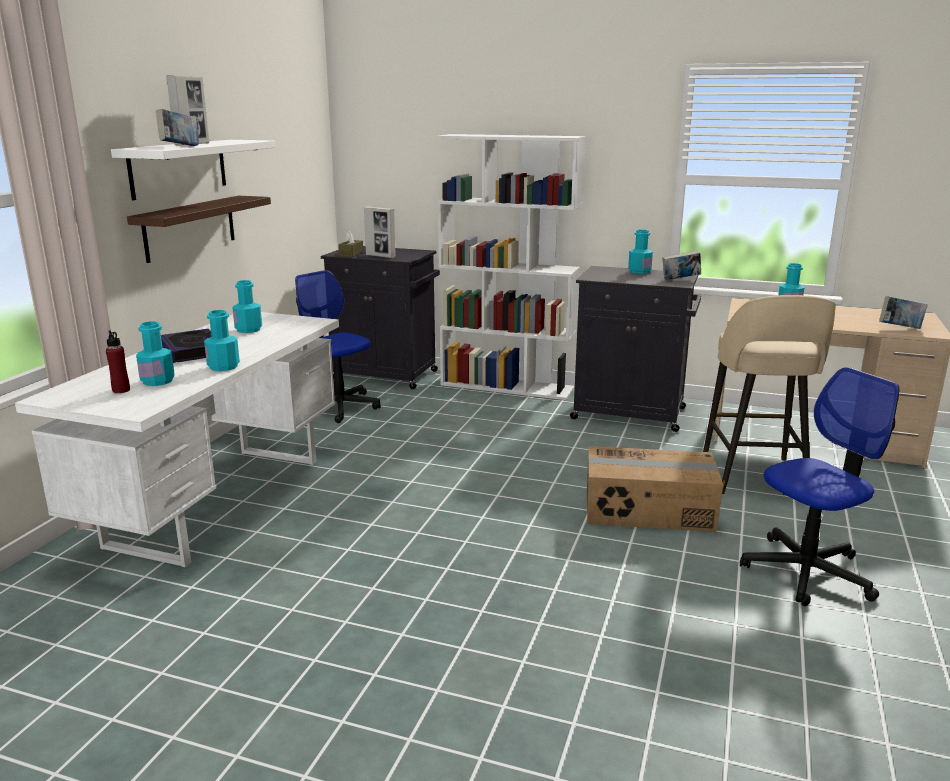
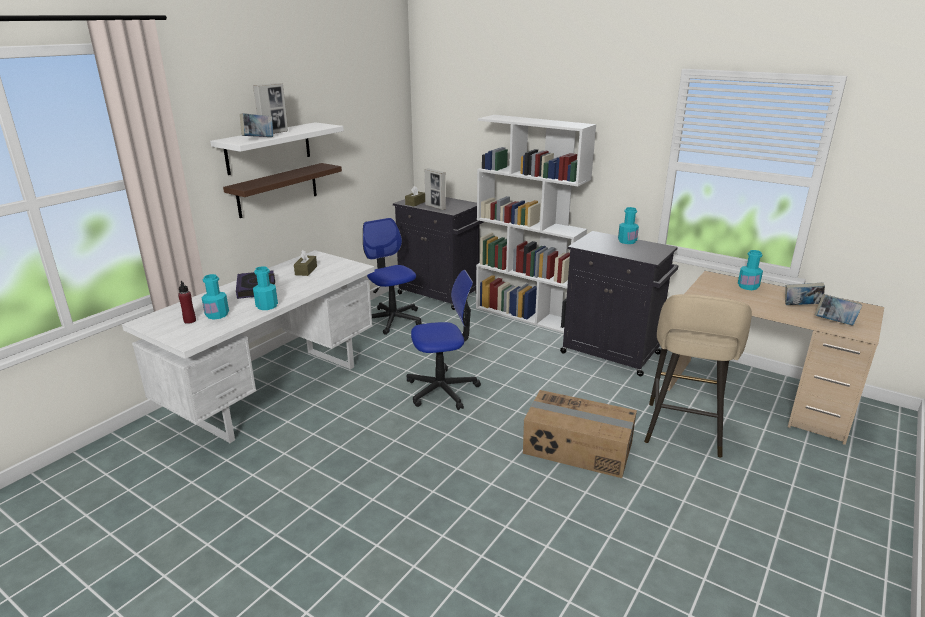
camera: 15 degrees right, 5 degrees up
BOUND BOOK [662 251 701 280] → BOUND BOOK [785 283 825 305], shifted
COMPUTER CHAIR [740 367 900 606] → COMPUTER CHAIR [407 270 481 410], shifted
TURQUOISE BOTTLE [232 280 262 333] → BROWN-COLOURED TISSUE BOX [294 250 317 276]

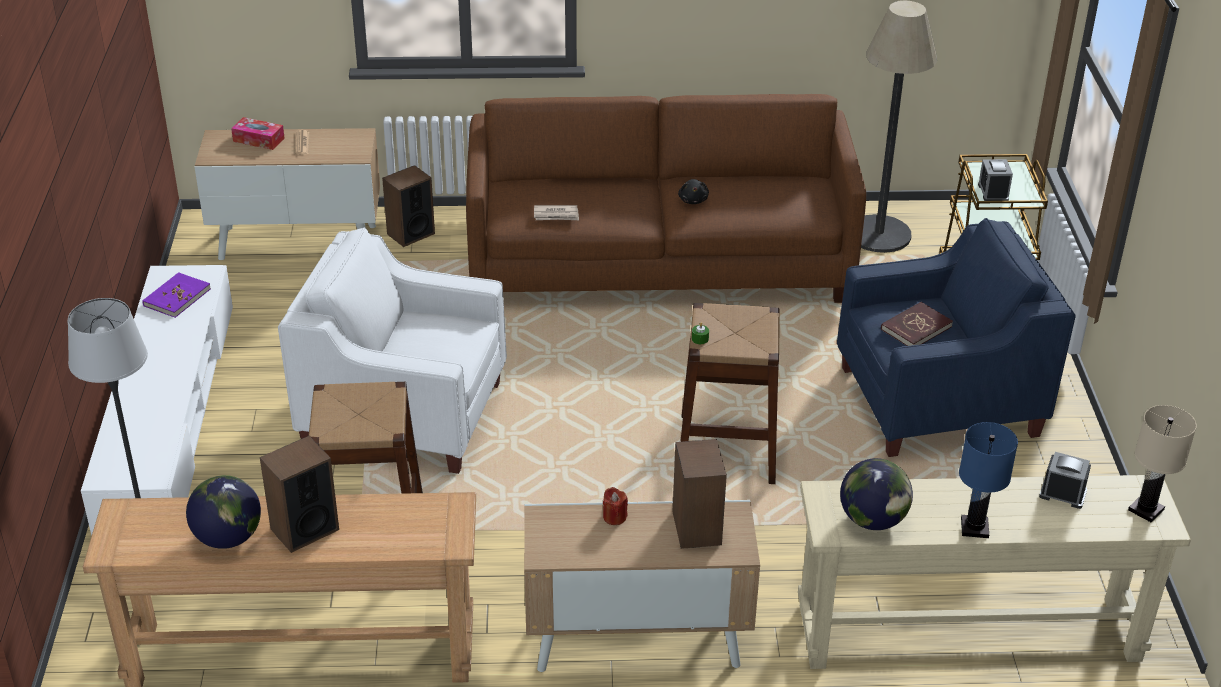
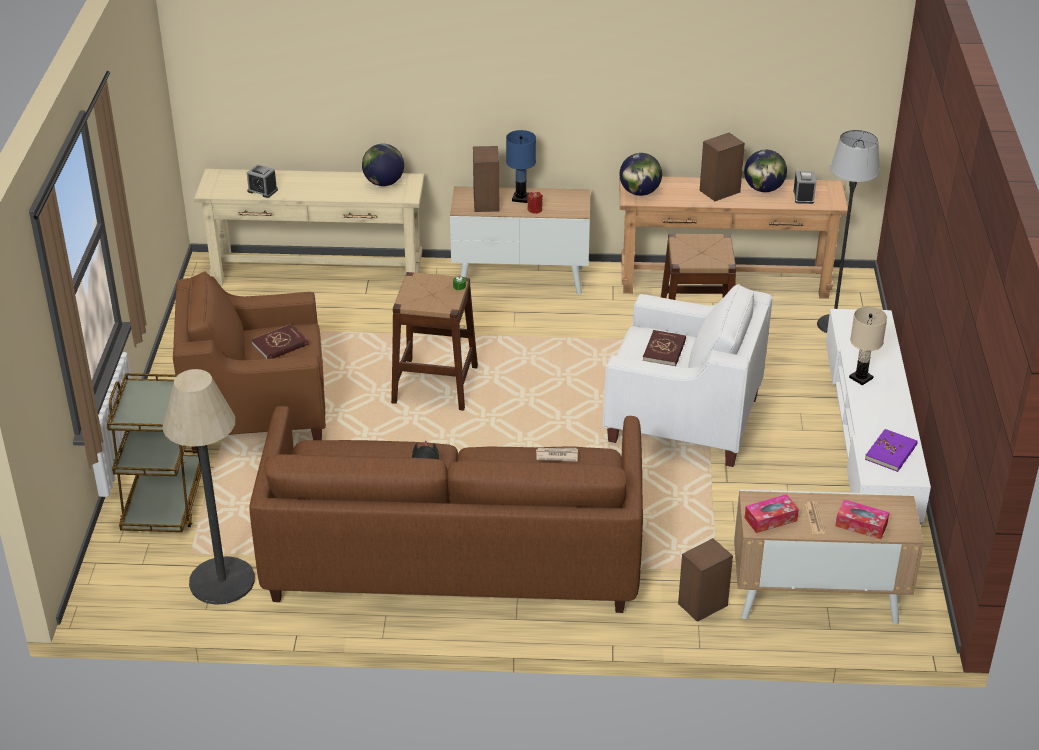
camera: 175 degrees left, 0 degrees up
- → GLOBE [619 153 662 196]
- → RED BOUND BOOK [643 330 686 366]
- → TISSUE BOX [745 494 799 533]
BLUE TABLETOP LAMP [959 422 1018 538] → BLUE TABLETOP LAMP [506 130 536 203], shifted
TABLE CLOCK [978 159 1013 201] → TABLE CLOCK [793 171 816 204], shifted
BEIGE TABLETOP LAMP [1128 405 1197 522] → BEIGE TABLETOP LAMP [849 307 887 385], shifted
BLUE LOUNGE CHAIR [837 218 1076 457] → BROWN-COLOURED LOUNGE CHAIR [173 271 326 453]

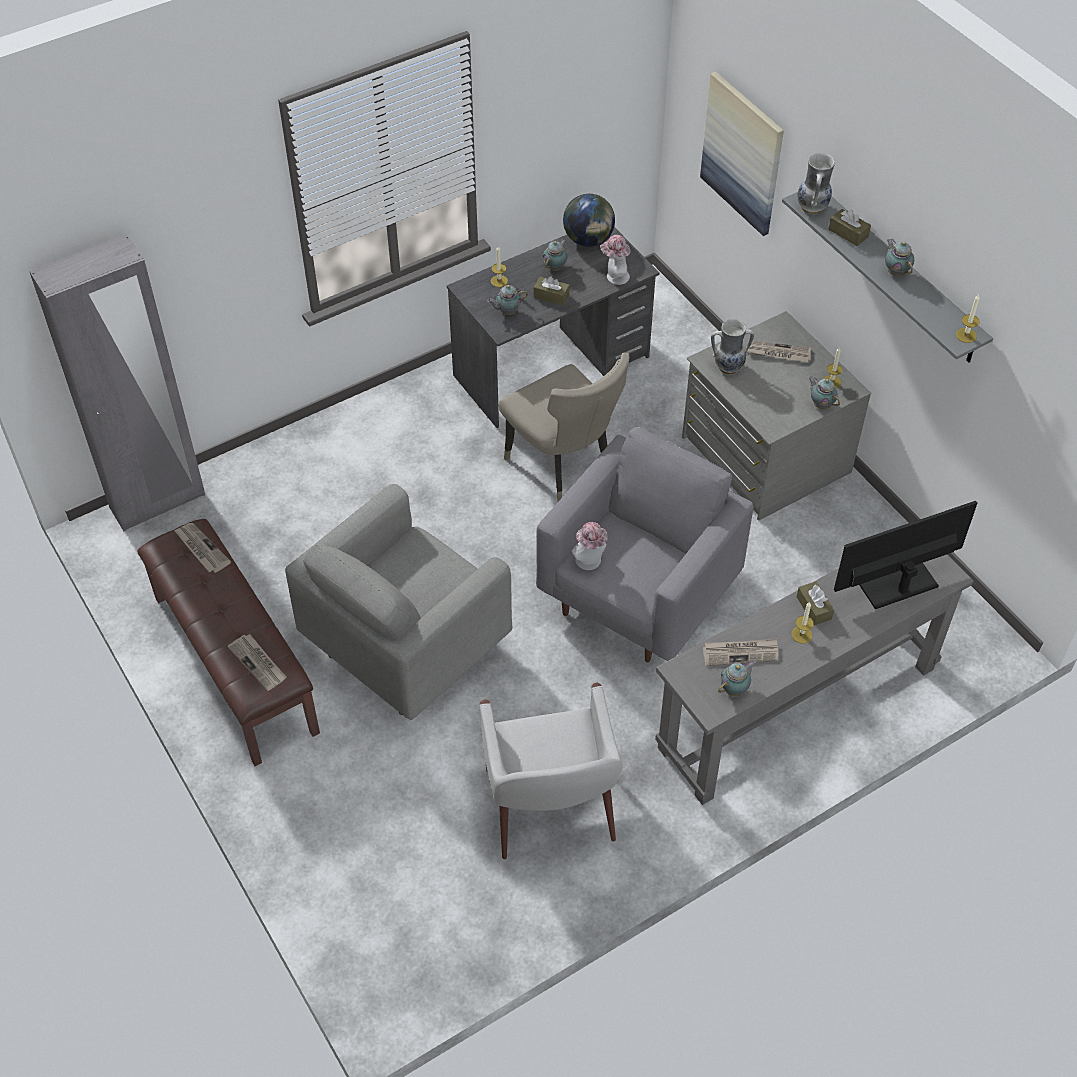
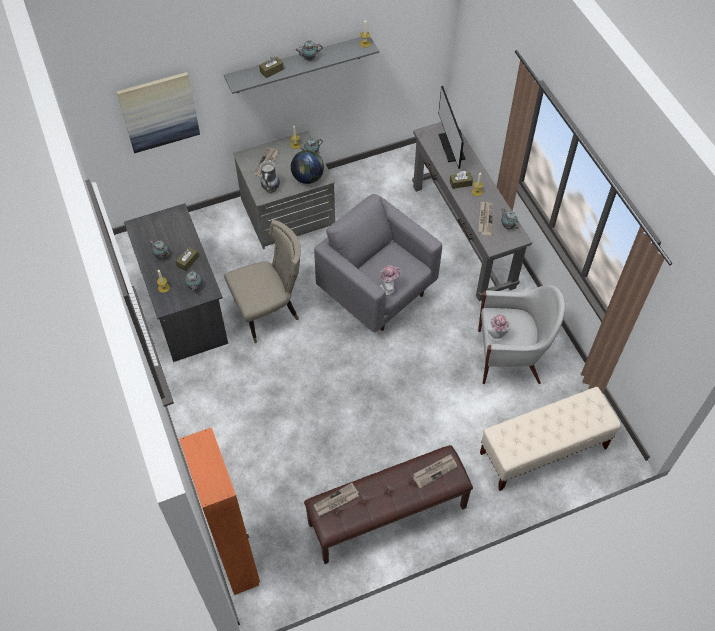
camera: 80 degrees left, 5 degrees up
GRAY LOUNGE CHAIR [285 484 512 720] → -
FLOWER VASE [797 153 835 214] → -
- → BEIGE INDOOR BENCH [480 387 621 491]
GLOBE [563 194 615 247] → GLOBE [291 150 324 184], shifted
CLOTHING HAT [600 235 631 285] → CLOTHING HAT [487 314 510 342], shifted
GRAY CLOTHES CUPBOARD [29 234 205 531] → ORANGE-COLOURED CLOTHES CUPBOARD [179 428 260 595]

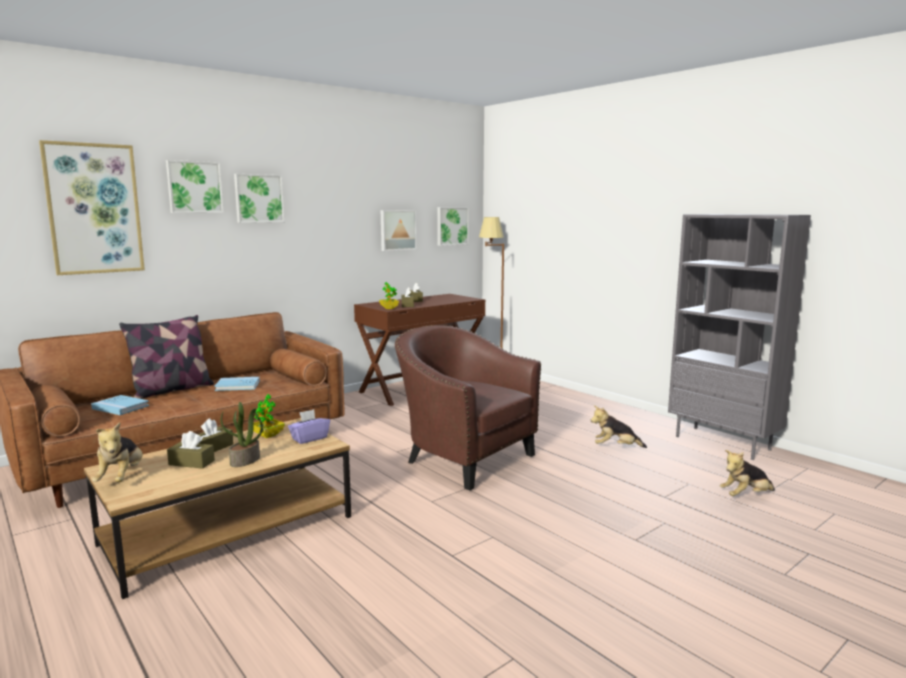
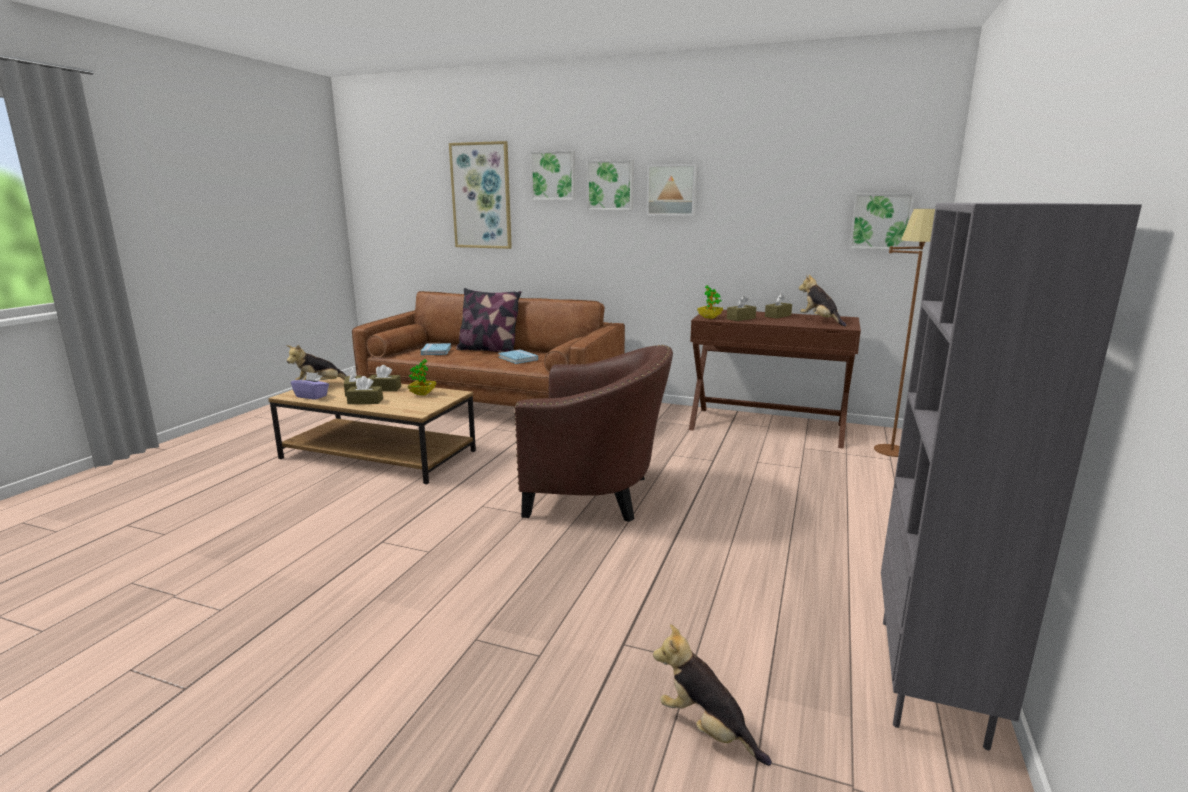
camera: 60 degrees right, 5 degrees up
PURPLE-COLOURED TISSUE BOX [288 409 330 444] → PURPLE-COLOURED TISSUE BOX [291 372 329 400], shifted
WALL ART [381 210 417 251] → WALL ART [646 164 697 216], shifted
SOFT TOY [591 405 647 448] → SOFT TOY [799 275 847 327], shifted
HOUSEPLANT [221 402 263 467] → BROWN-COLOURED TISSUE BOX [346 376 383 404]
BROWN-COLOURED LOUNGE CHAIR [395 325 541 491] → BROWN-COLOURED LOUNGE CHAIR [514 345 673 522], 90 degrees clockwise

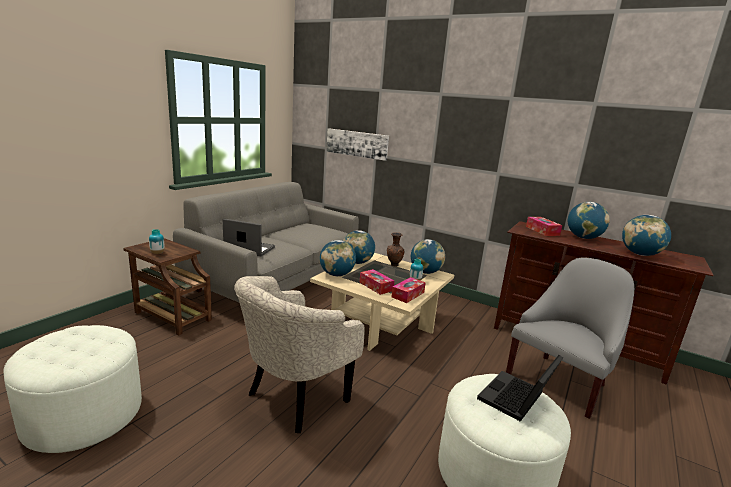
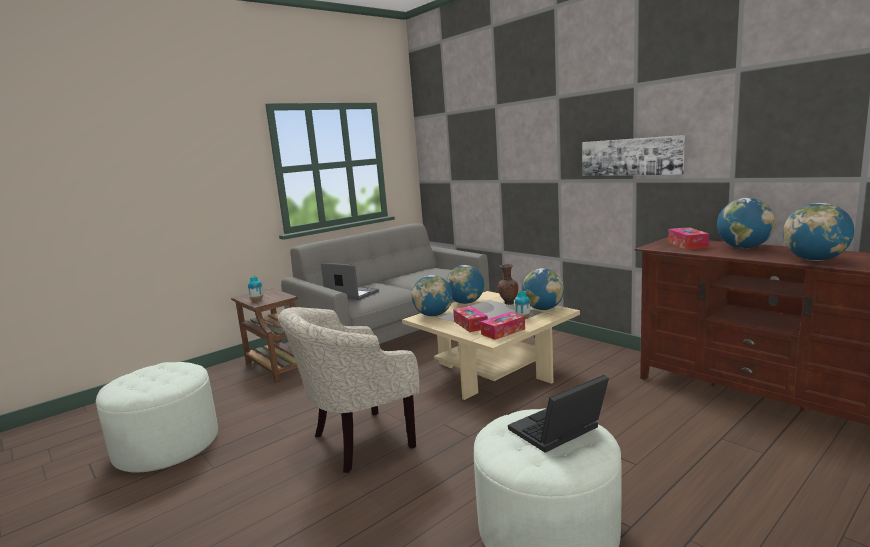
camera: 20 degrees right, 5 degrees down
GRAY LOUNGE CHAIR [506 257 634 419] → -
WALL ART [326 128 389 161] → WALL ART [582 135 685 176], shifted

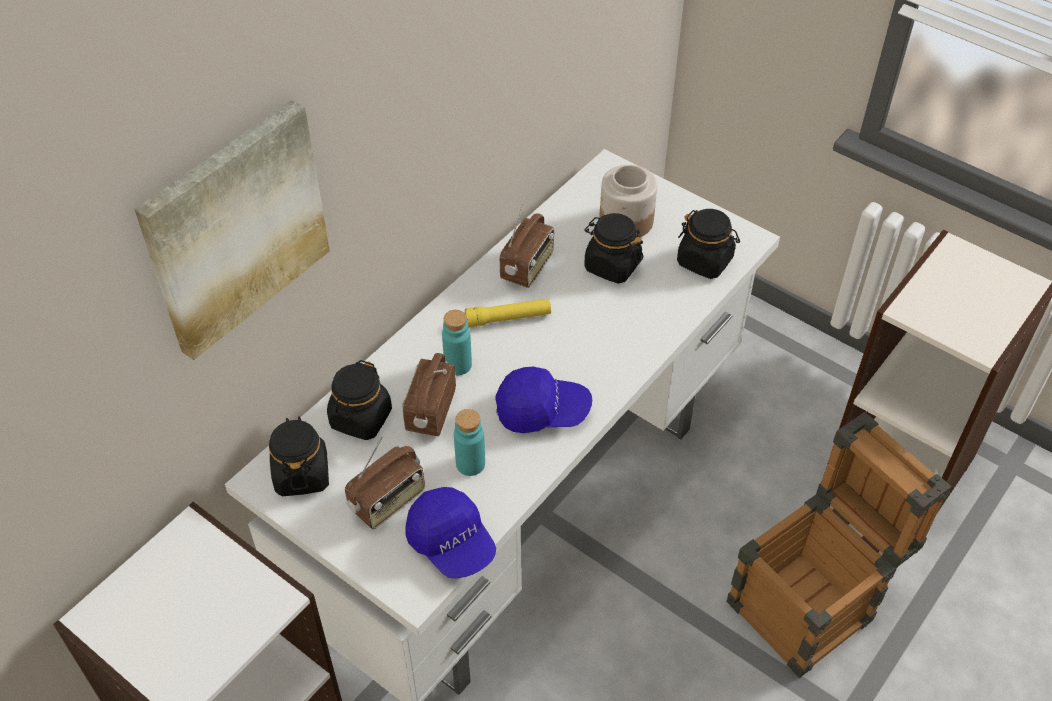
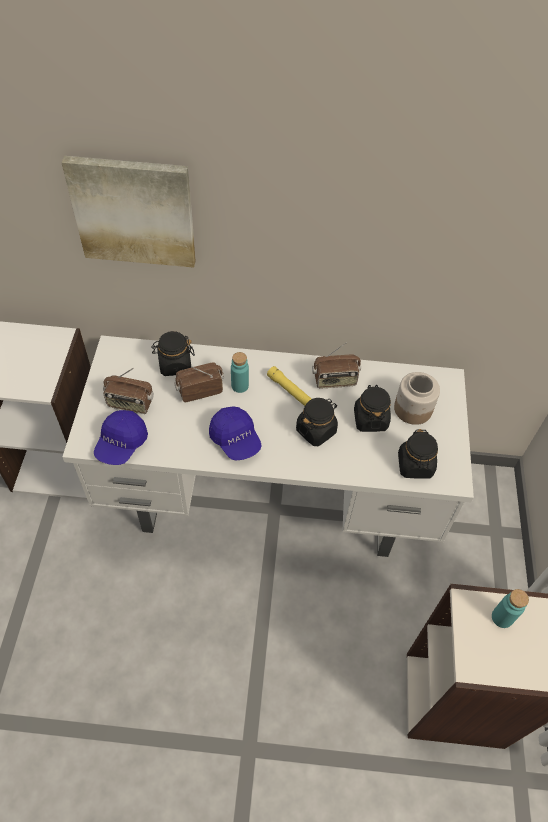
camera: 55 degrees right, 5 degrees up
SHIPPING CRATE [726 412 952 678] → -
BLACK-COLOURED JAR [269 416 329 496] → BLACK-COLOURED JAR [296 398 338 446], shifted
TURQUOISE BOTTLE [454 409 485 476] → TURQUOISE BOTTLE [492 589 529 628], shifted

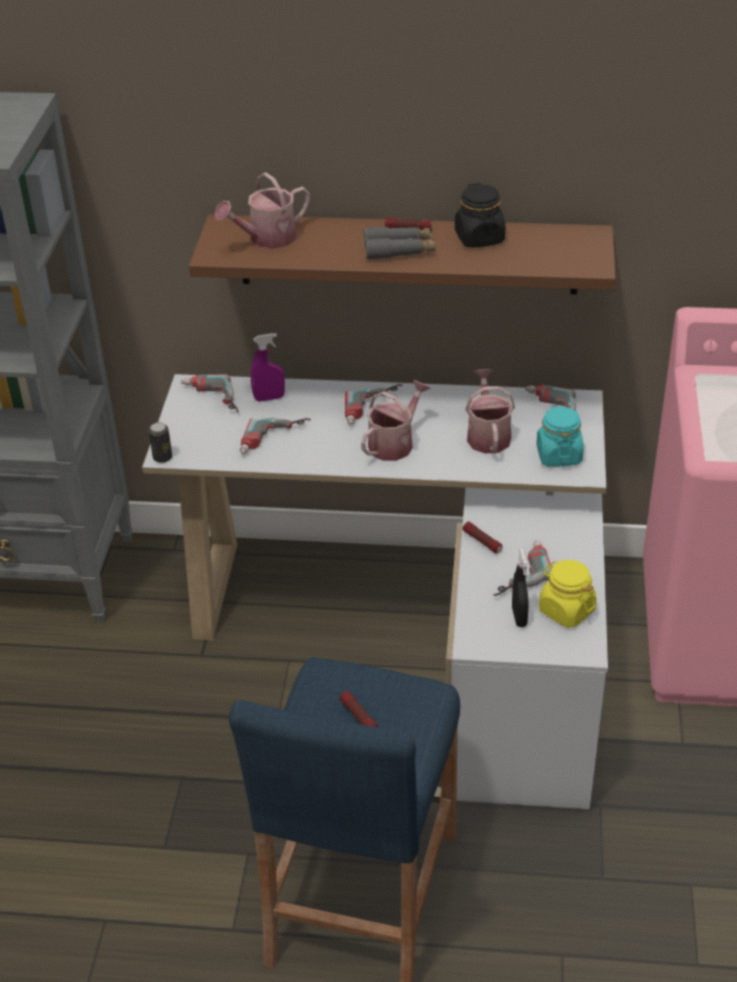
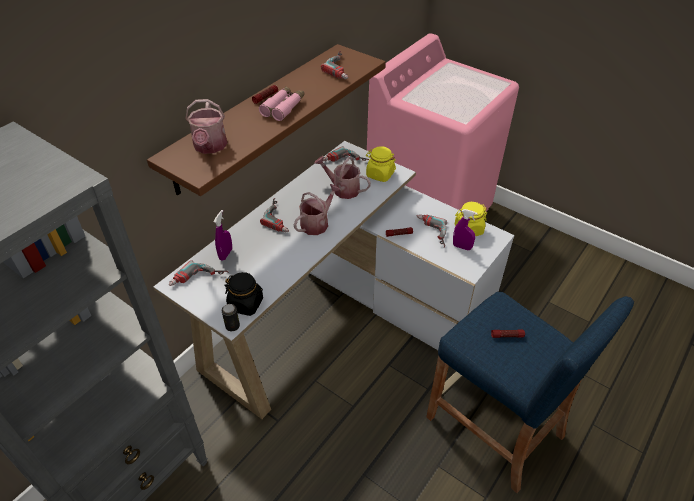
camera: 60 degrees left, 5 degrees up
ELECTRIC DRILL [240 418 311 454] → ELECTRIC DRILL [321 51 348 79], shifted
BLACK-COLOURED JAR [455 183 505 248] → BLACK-COLOURED JAR [225 272 263 316], shifted
GRAY PAIR OF BINOCULARS [364 226 436 259] → PINK PAIR OF BINOCULARS [259 86 305 121]
BLACK-COLOURED SPRAYER [512 548 529 627] → PURPLE-COLOURED SPRAYER [453 209 478 250]
TURQUOISE JAR [536 406 584 467] → YELLOW-COLOURED JAR [366 146 396 182]
WATERING CAN [361 380 431 461] → WATERING CAN [294 184 341 235], 60 degrees clockwise

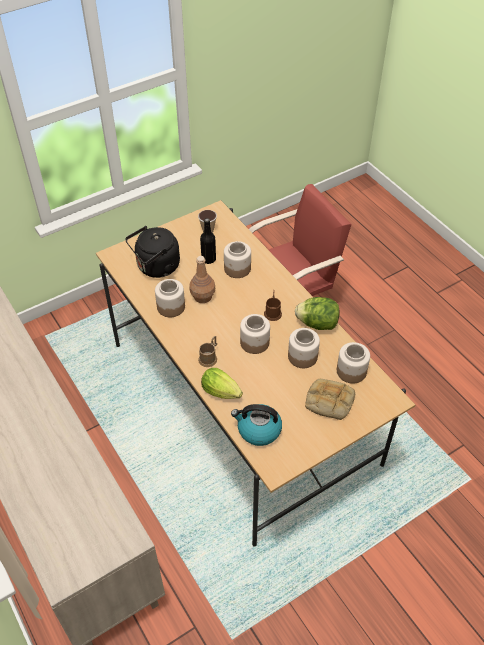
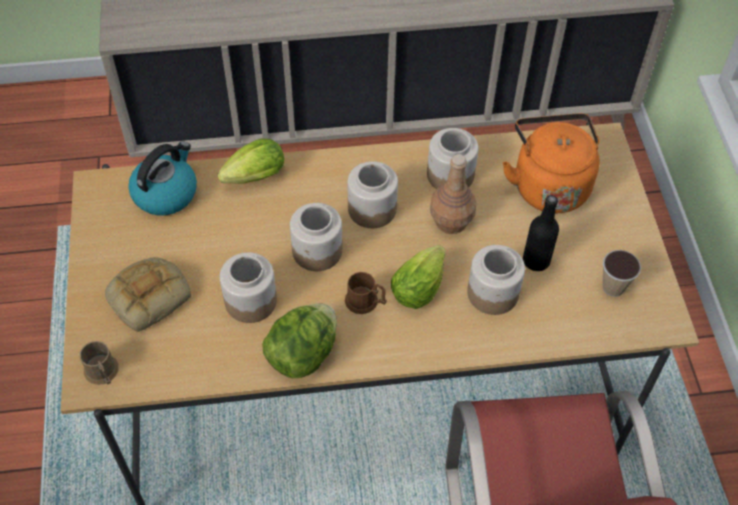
camera: 115 degrees right, 5 degrees up
- → LETTUCE [391 245 445 309]
BROWN-COLOURED MUG [198 336 217 367] → BROWN-COLOURED MUG [80 341 119 385], shifted
JAR [337 342 370 384] → JAR [347 161 398 228], shifted
BLACK-COLOURED KETTLE [125 226 180 278] → ORANGE-COLOURED KETTLE [502 113 600 213]

